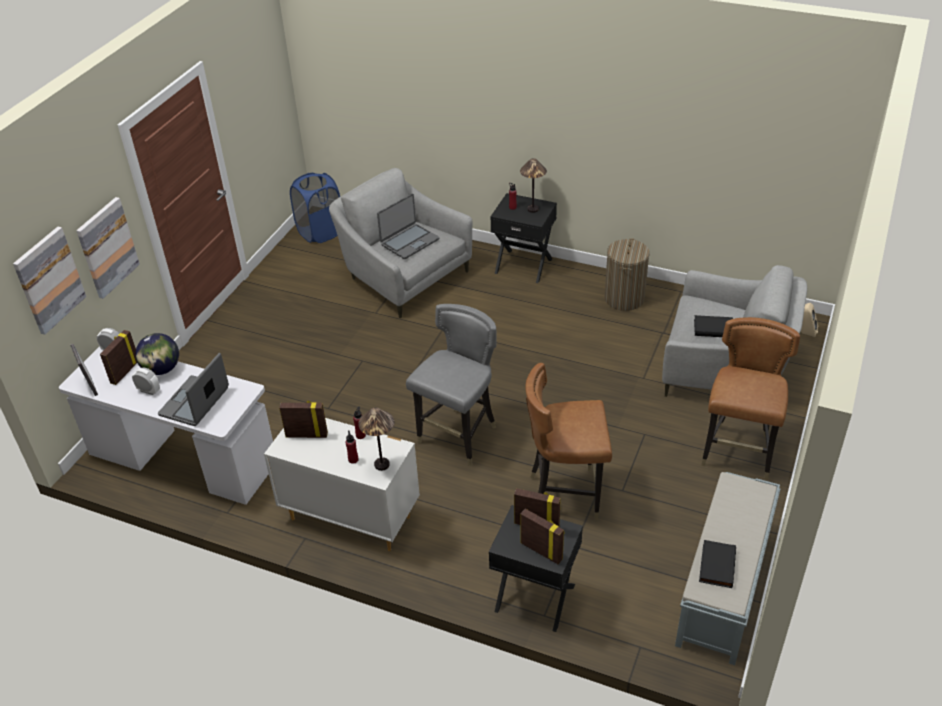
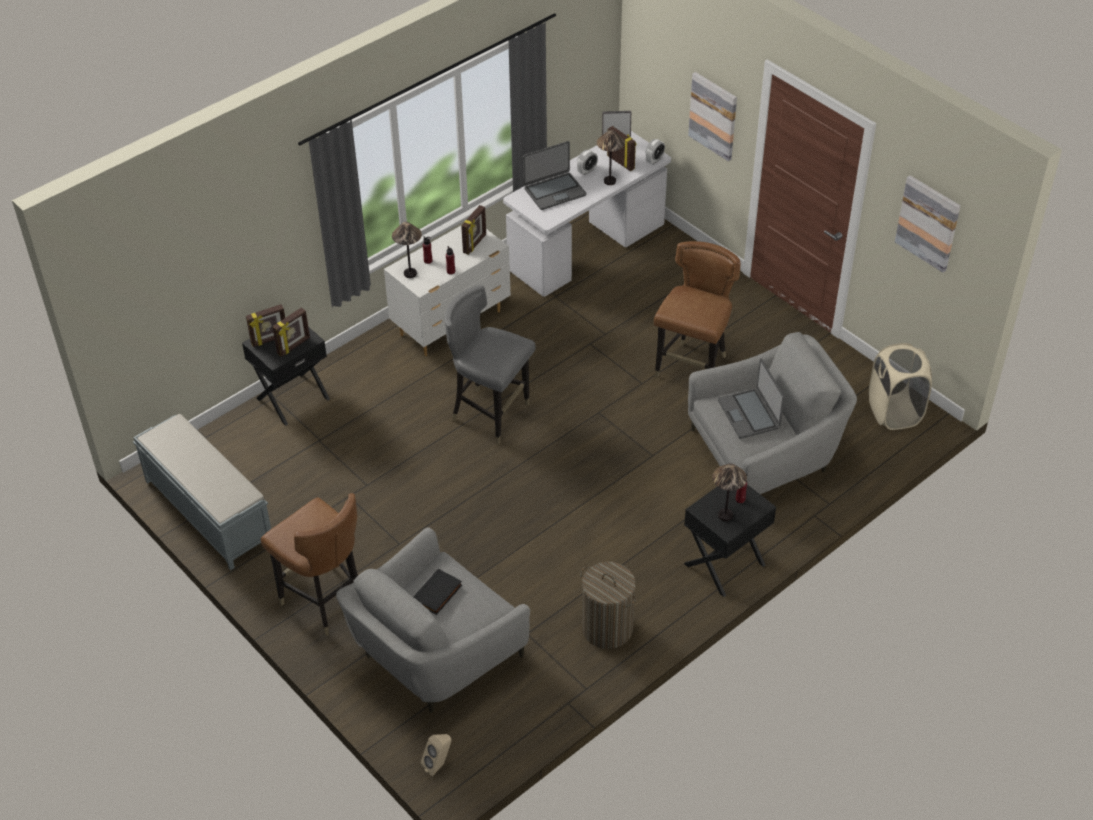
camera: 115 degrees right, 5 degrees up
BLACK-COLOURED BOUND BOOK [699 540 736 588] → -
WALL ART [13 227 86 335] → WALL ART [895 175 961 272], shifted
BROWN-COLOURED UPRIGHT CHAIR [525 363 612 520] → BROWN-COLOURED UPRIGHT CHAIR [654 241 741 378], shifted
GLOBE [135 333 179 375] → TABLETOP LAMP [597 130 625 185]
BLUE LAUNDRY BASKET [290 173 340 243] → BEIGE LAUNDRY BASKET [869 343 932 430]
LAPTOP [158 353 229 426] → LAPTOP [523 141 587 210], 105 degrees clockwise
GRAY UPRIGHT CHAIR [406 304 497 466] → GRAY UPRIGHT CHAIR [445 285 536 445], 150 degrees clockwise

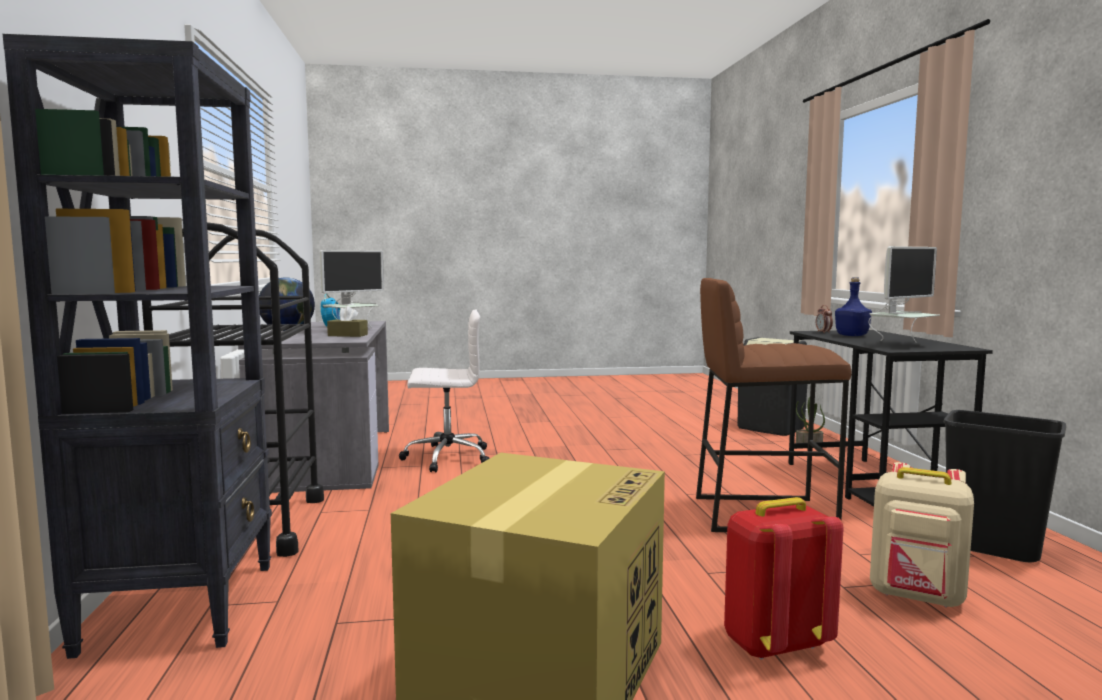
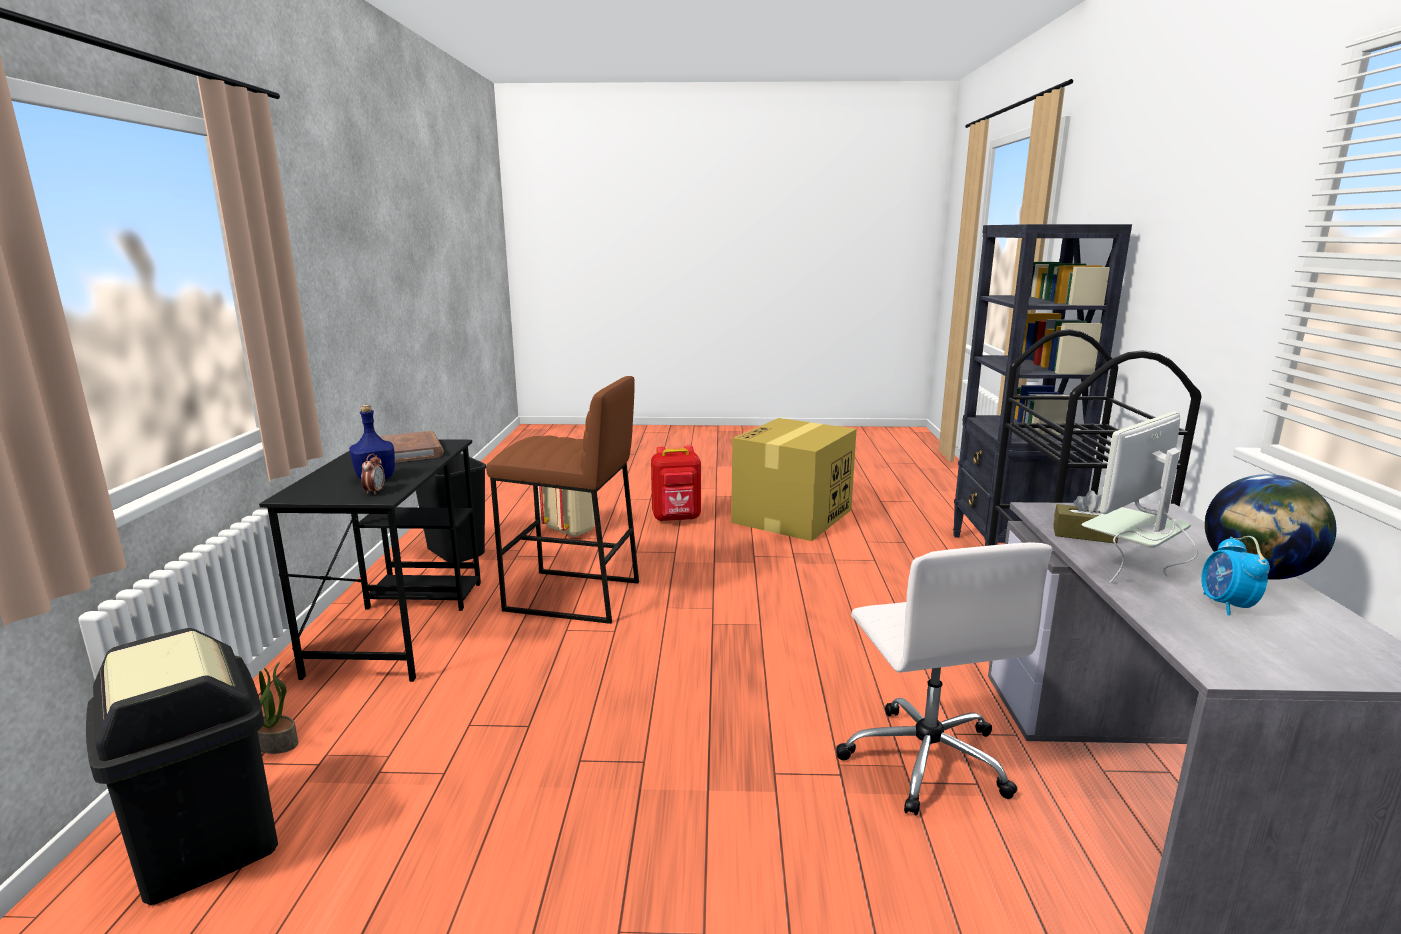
camera: 170 degrees left, 10 degrees up
COMPUTER SCREEN [868 246 940 343] → BROWN-COLOURED BOUND BOOK [379 431 444 463]
WHITISH COMPUTER CHAIR [399 310 490 472] → WHITISH COMPUTER CHAIR [836 542 1052 815], 105 degrees counterclockwise

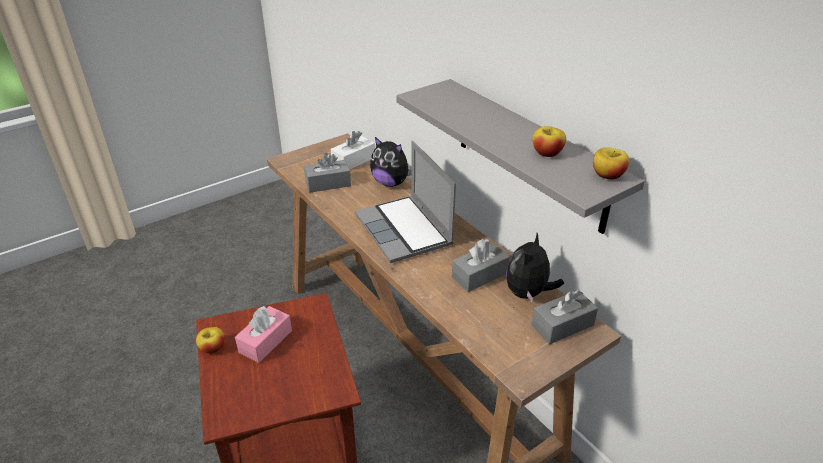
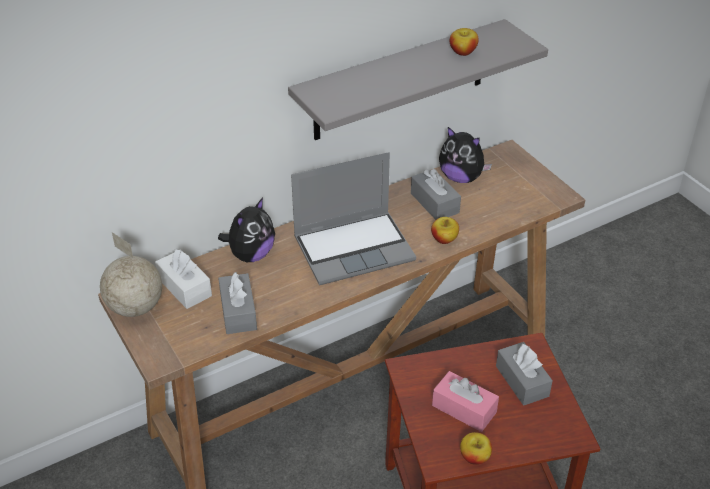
camera: 85 degrees left, 5 degrees up
- → GLOBE [100 232 162 317]
GRAY TISSUE BOX [531 290 598 344] → GRAY TISSUE BOX [496 342 553 406], shifted
APPLE [593 147 629 180] → APPLE [431 217 459 244], shifted

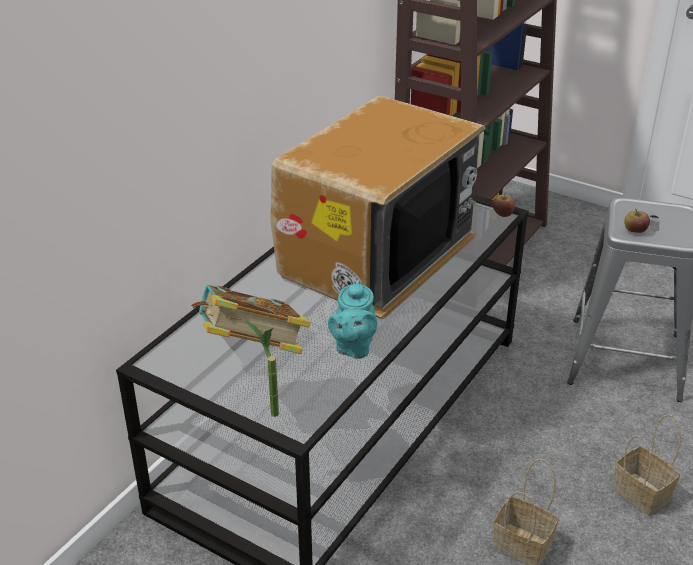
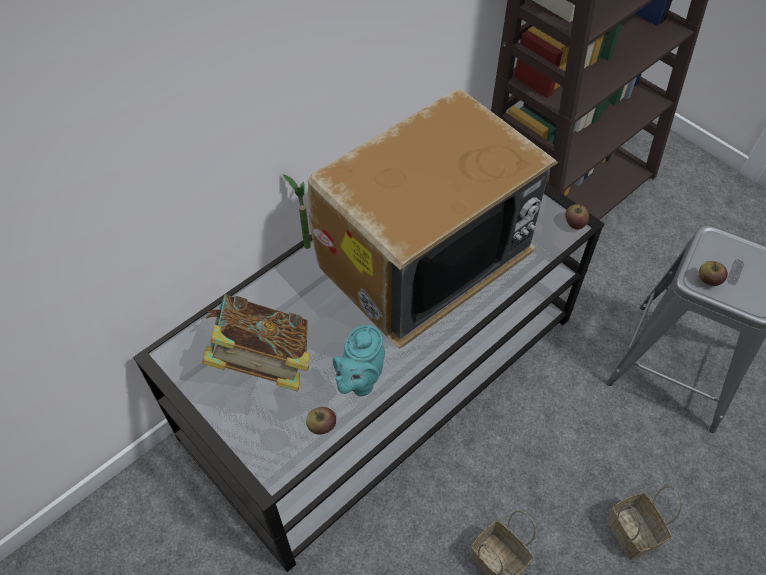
camera: 15 degrees right, 20 degrees up
- → APPLE [306 407 336 435]
HOUSEPLANT [245 321 279 417] → HOUSEPLANT [282 174 311 249], shifted

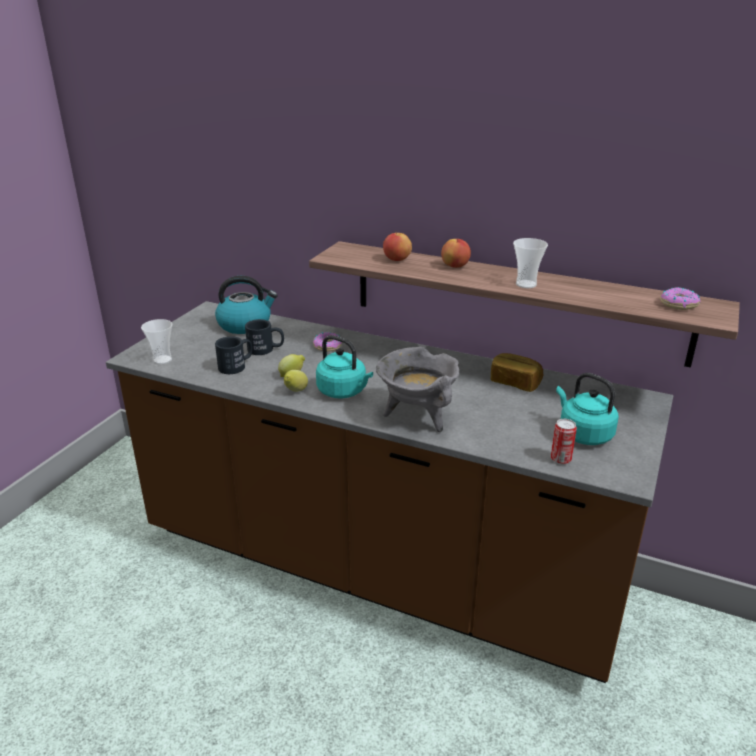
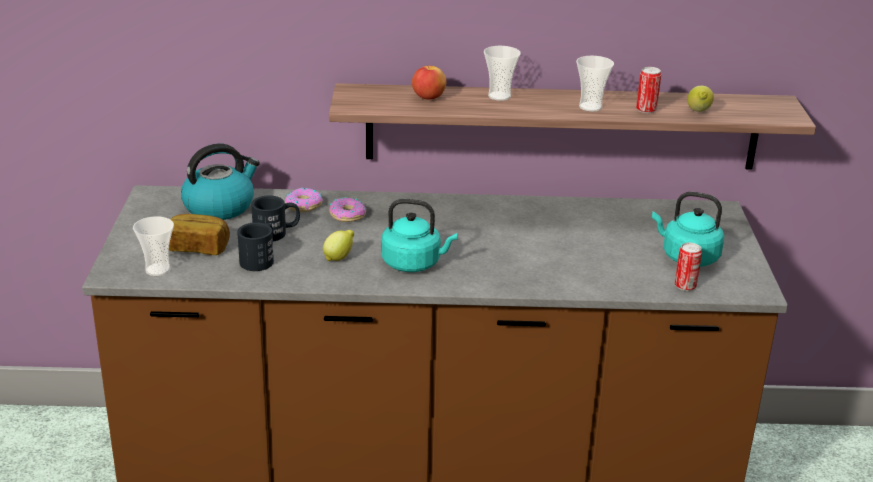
camera: 25 degrees left, 0 degrees up
GRAY COOKING POT [376 347 459 432] → -
- → CAN [636 67 662 113]
WHOLE LEMON [284 370 308 392] → WHOLE LEMON [688 86 714 112], shifted
BAKERY BREAD [491 353 543 392] → BAKERY BREAD [169 214 230 255], shifted
DOUGHNUT [660 287 701 310] → DOUGHNUT [285 188 323 212], shifted
APPLE [441 238 471 268] → DRINKING CUP [484 46 521 101]

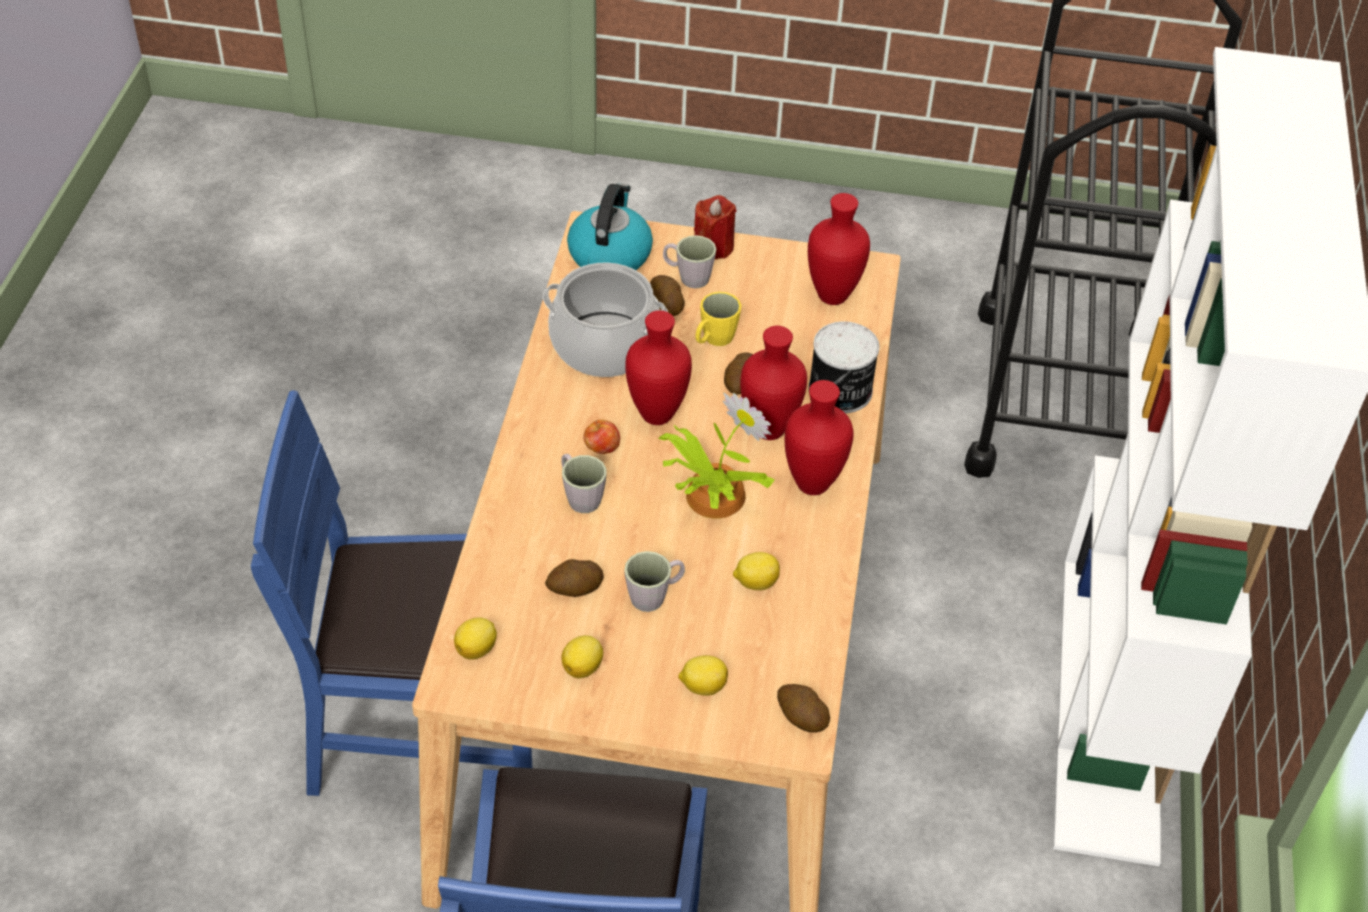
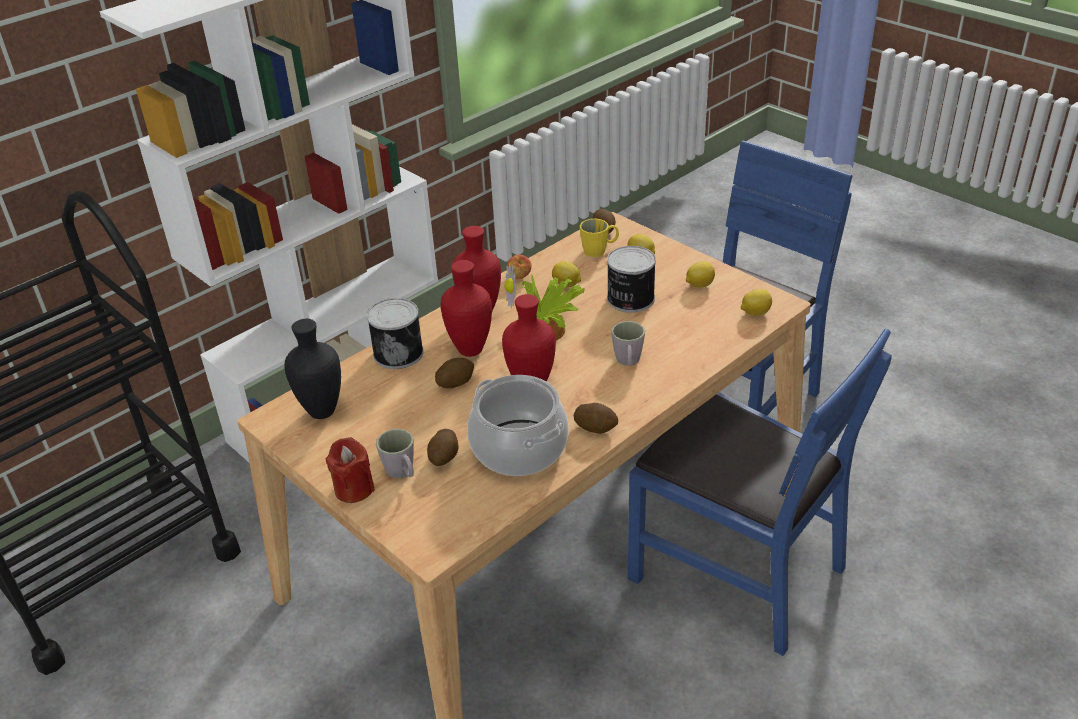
camera: 140 degrees left, 10 degrees down
KETTLE [567 183 653 270] → -
WHOLE POTATO [545 559 604 597] → WHOLE POTATO [574 403 618 434], shifted
APPLE [584 419 620 454] → APPLE [507 254 532 279], shifted
YELLOW-COLOURED MUG [695 292 741 346] → YELLOW-COLOURED MUG [580 219 619 257], shifted
GRAY MUG [624 551 685 612] → CAN [607 246 656 313]
RED FLOWER VASE [808 193 870 305] → BLACK-COLOURED FLOWER VASE [284 319 341 419]

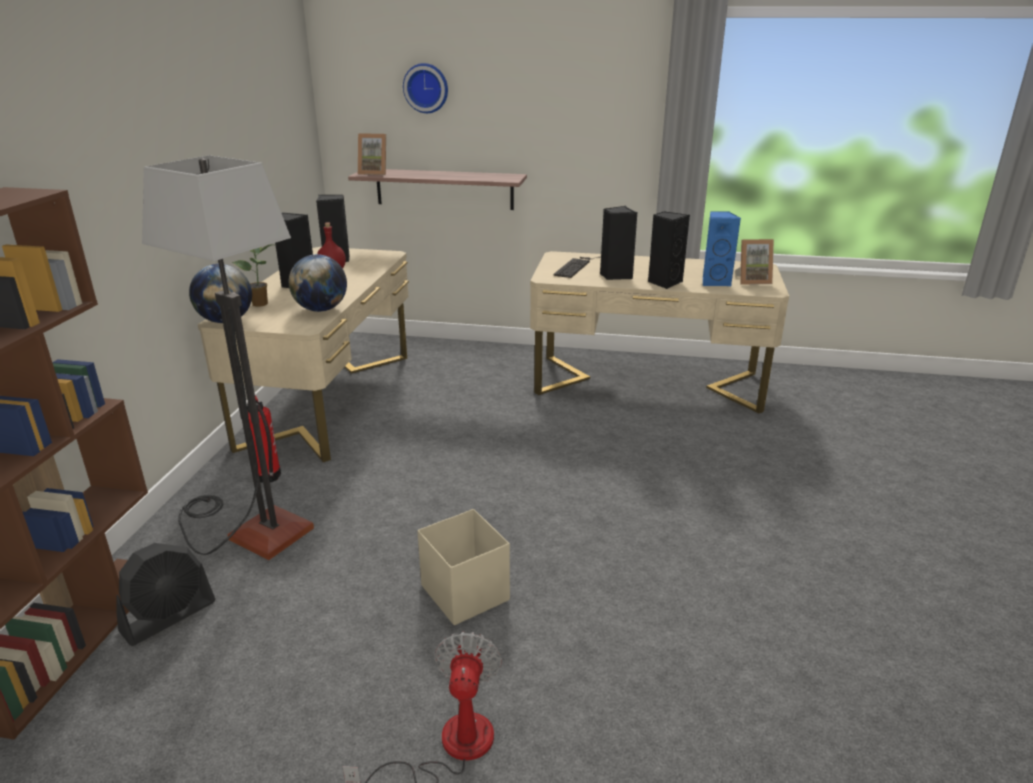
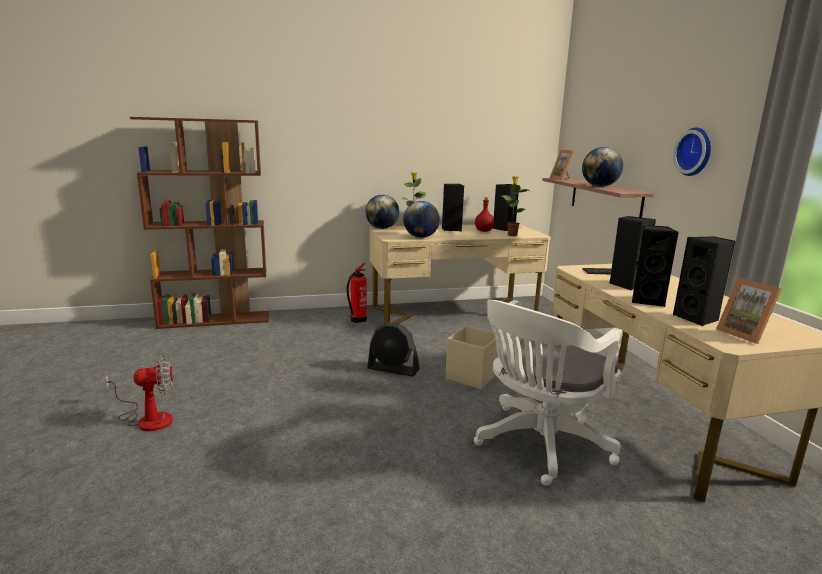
camera: 65 degrees right, 10 degrees down
STANDING LAMP [142 155 314 560] → -
- → WHITISH COMPUTER CHAIR [474 300 623 486]
- → HOUSEPLANT [502 176 530 236]
- → GLOBE [582 147 623 187]
BLACK-COLOURED ELECTRIC FAN [117 543 216 646] → BLACK-COLOURED ELECTRIC FAN [367 323 419 377], shifted
WALL CLOCK [403 63 448 113] → WALL CLOCK [673 127 711 176], shifted
BEIGE STORAGE BIN [417 509 510 625] → BEIGE STORAGE BIN [445 326 498 389], shifted
BLUE AUDIO SPEAKER [703 211 741 286] → BLACK-COLOURED AUDIO SPEAKER [673 236 735 326]

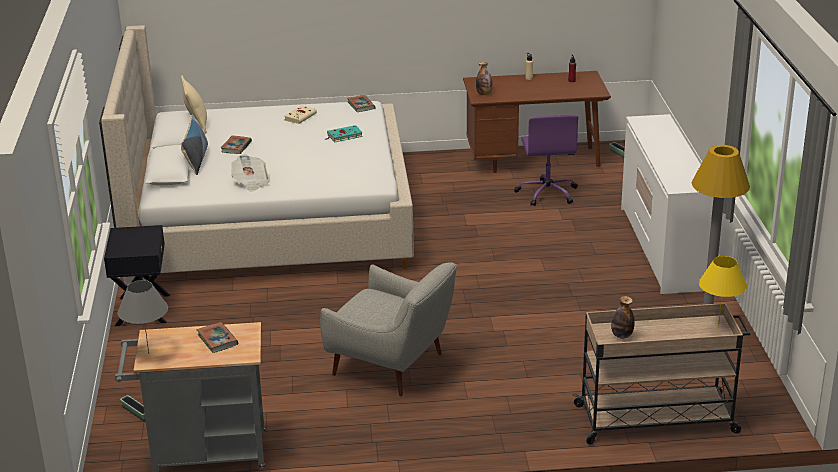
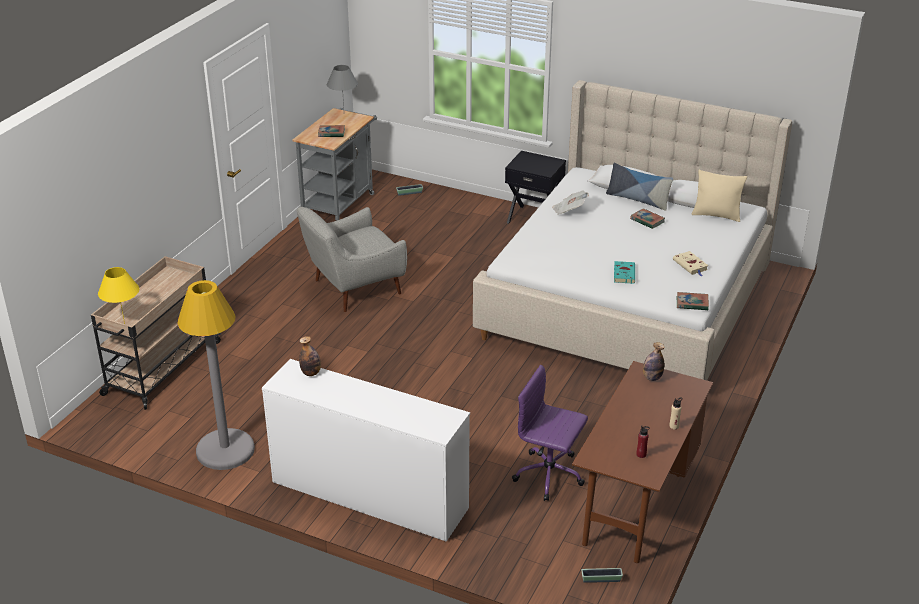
camera: 120 degrees right, 5 degrees up
BOTTLE [611 296 635 339] → BOTTLE [299 336 321 376], shifted

